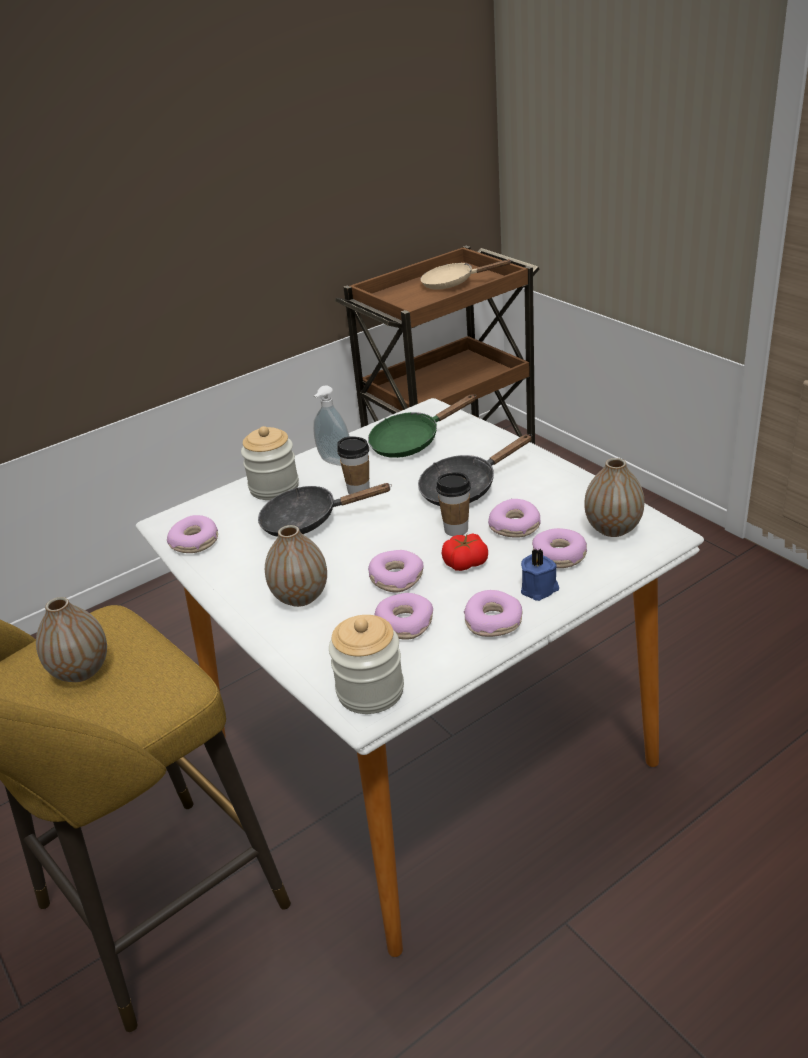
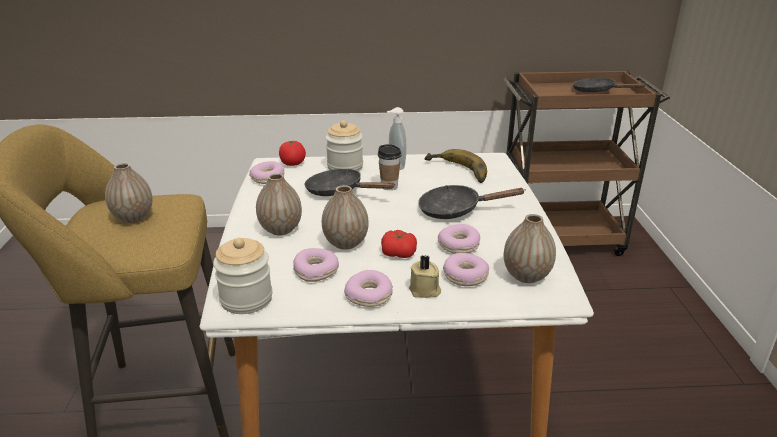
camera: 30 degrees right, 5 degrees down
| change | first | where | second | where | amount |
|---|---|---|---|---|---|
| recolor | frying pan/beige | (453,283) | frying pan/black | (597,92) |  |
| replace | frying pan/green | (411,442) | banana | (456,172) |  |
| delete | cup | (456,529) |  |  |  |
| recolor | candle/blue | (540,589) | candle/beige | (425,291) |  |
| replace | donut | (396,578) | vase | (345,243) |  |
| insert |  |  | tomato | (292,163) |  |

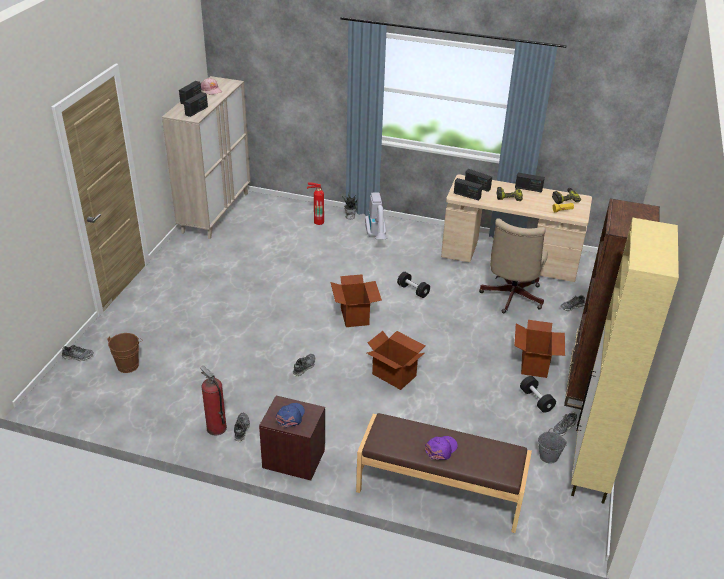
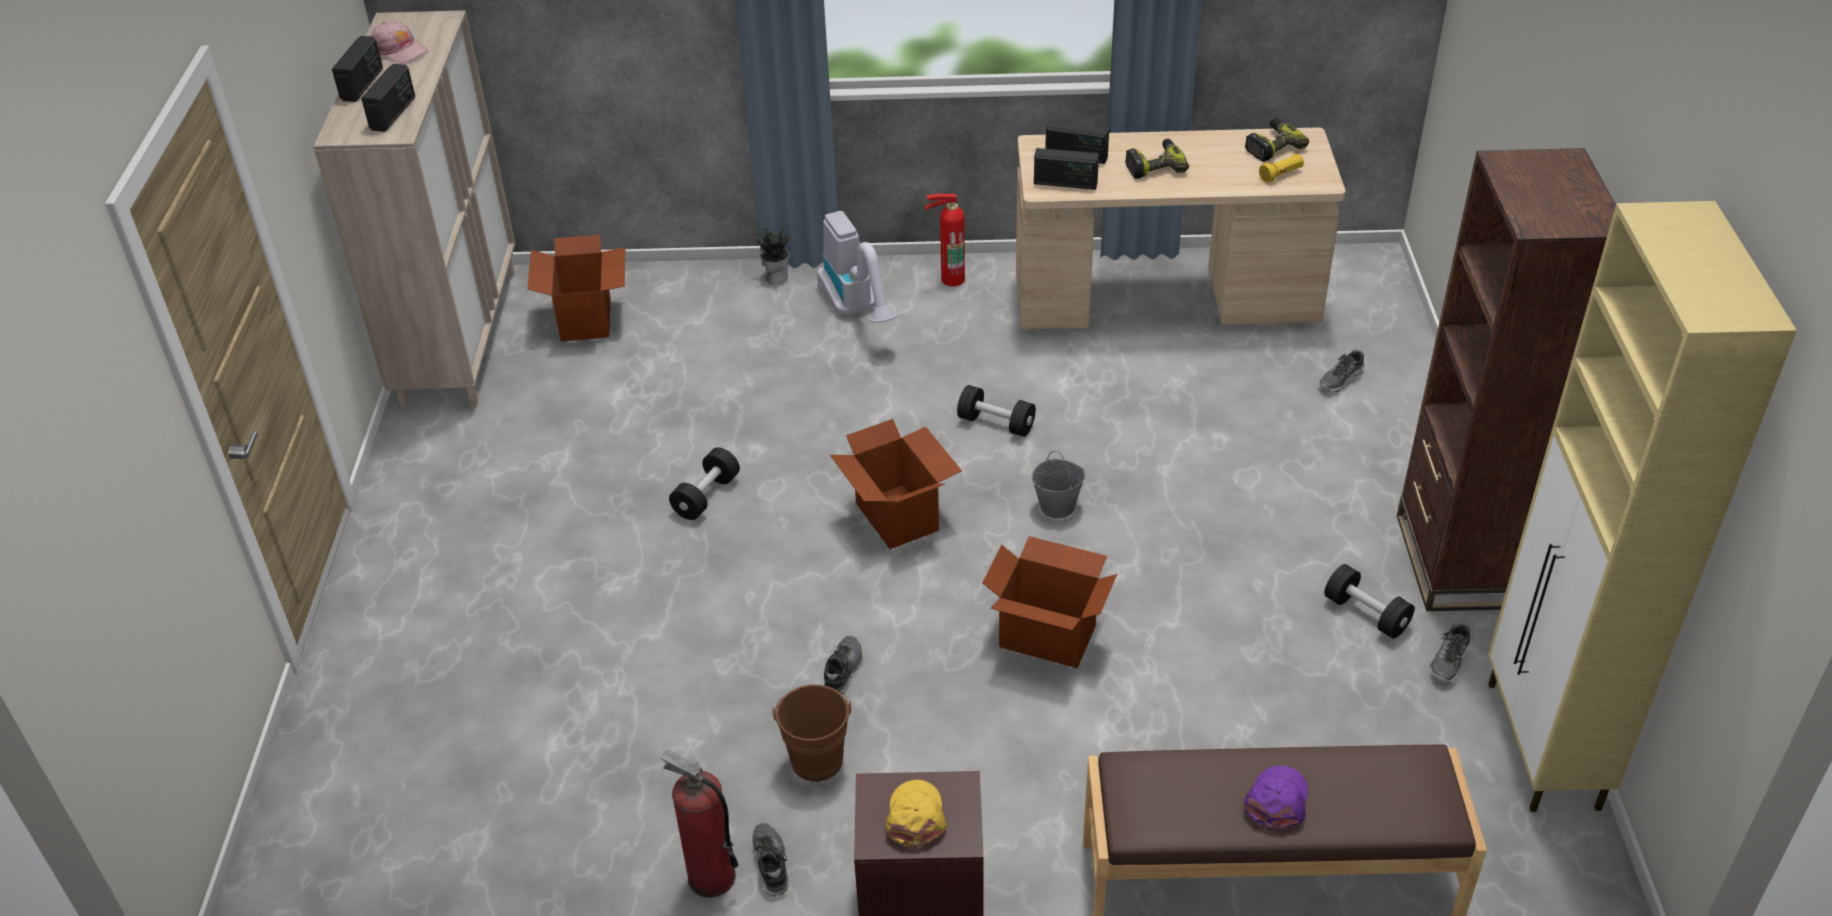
camera: 15 degrees left, 5 degrees up
| change | first | where | second | where | amount |
|---|---|---|---|---|---|
| delete | radio | (528,189) |  |  |  |
| move | fire extinguisher | (318,221) |  | (950,278) |  |
| delete | office chair/beige | (510,298) |  |  |  |
| move | cardboard box | (535,364) |  | (587,319) |  |
| move | bucket/brown | (129,364) |  | (817,756) |  |
| delete | shoe | (78,357) |  |  |  |
| recolor | cap/blue | (291,416) | cap/yellow | (915,817) |  |
| move | bucket/grey | (549,456) |  | (1058,506) |  |
| insert |  |  | dumbbell/black | (706,496) |  |

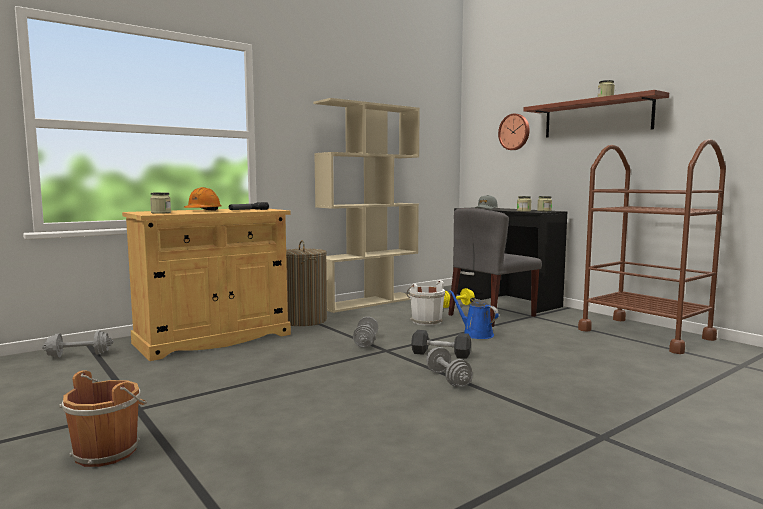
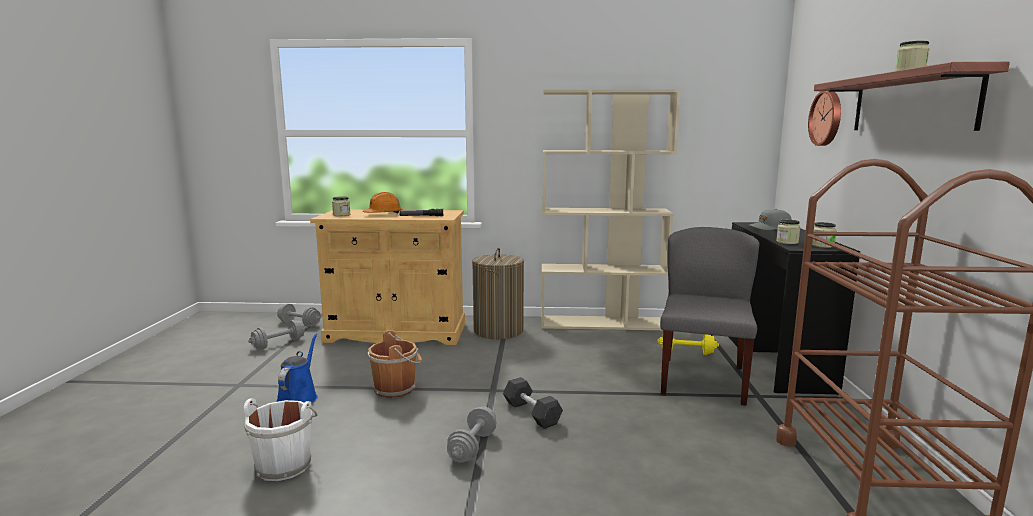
camera: 40 degrees right, 5 degrees up
| change | first | where | second | where | amount |
|---|---|---|---|---|---|
| rotate | chair/grey | (492,316) |  | (702,379) | 105 degrees clockwise |
| move | bucket/white | (425,321) |  | (284,464) |  |
| move | watering can/blue | (475,334) |  | (299,397) |  |
| move | dumbbell/grey | (366,342) |  | (278,344) |  |
| move | bucket/brown | (108,451) |  | (396,388) |  |

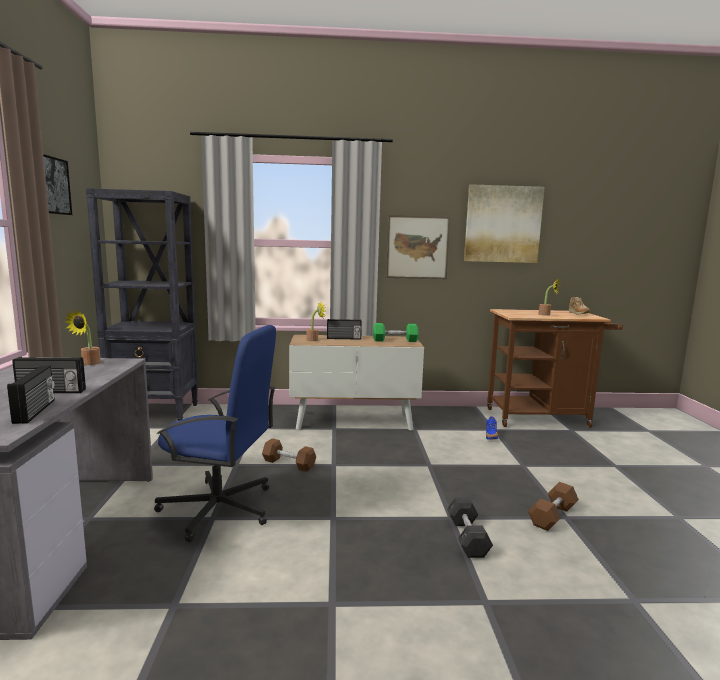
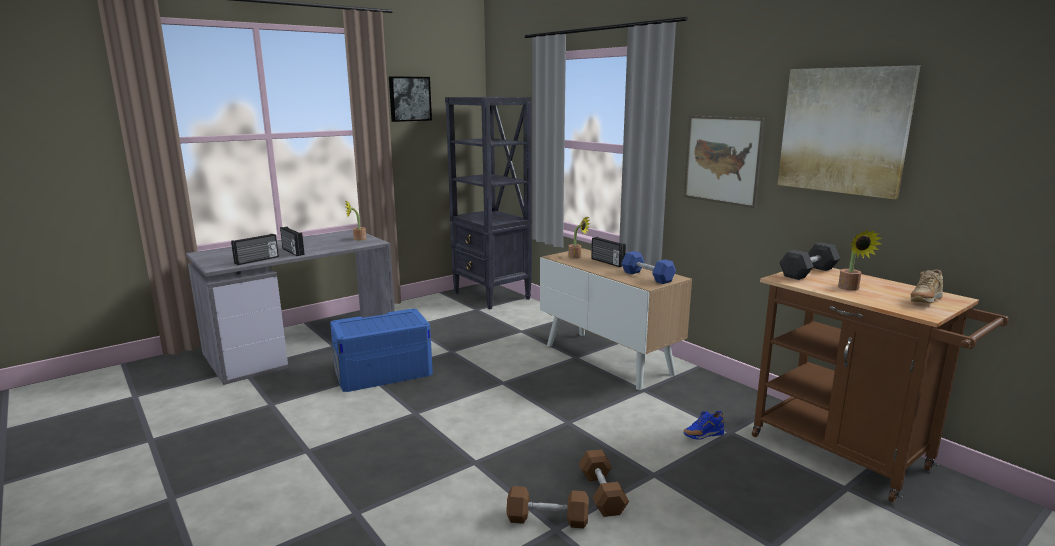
camera: 55 degrees right, 5 degrees up
| change | first | where | second | where | amount |
|---|---|---|---|---|---|
| recolor | dumbbell/green | (395,340) | dumbbell/blue | (647,277) |  |
| replace | office chair/blue | (219,509) | storage box/blue | (383,372) |  |
| move | dumbbell/brown | (289,464) |  | (602,493) |  |
| move | dumbbell/grey | (467,537) |  | (808,272) |  |

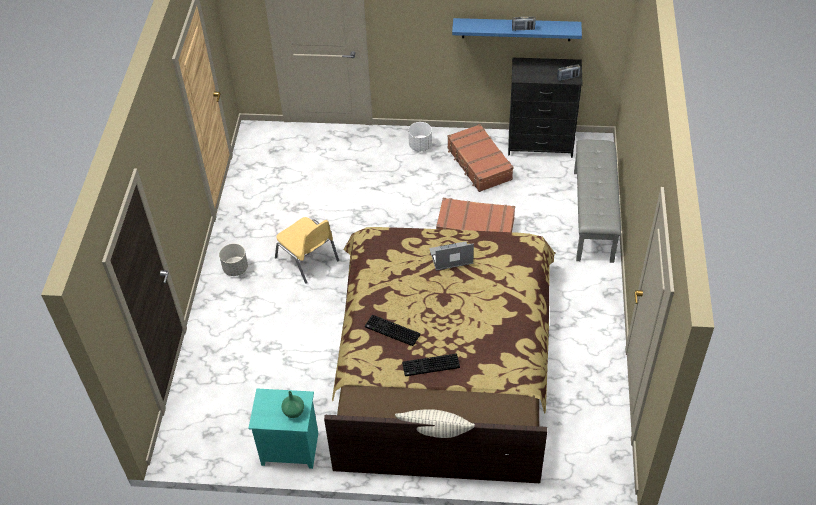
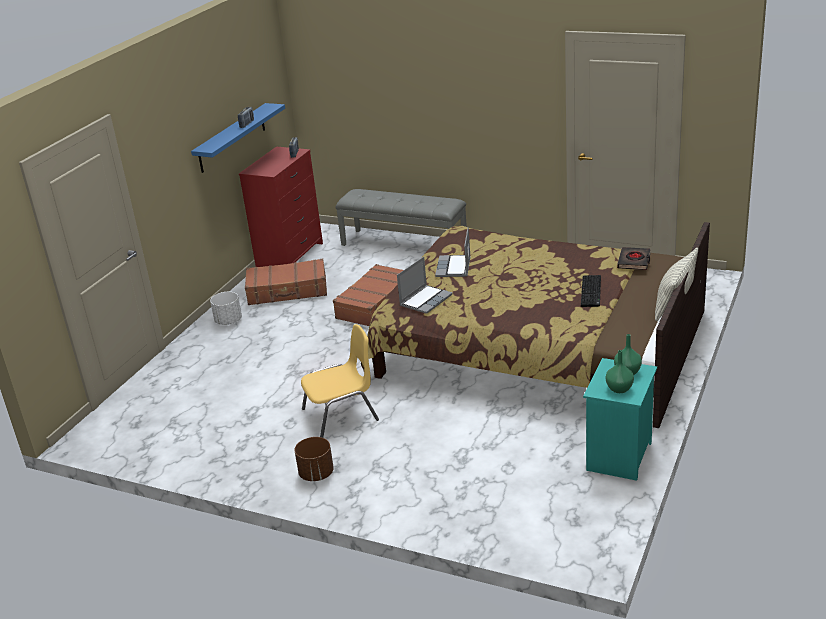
camera: 70 degrees left, 20 degrees down
| change | first | where | second | where | amount |
|---|---|---|---|---|---|
| recolor | dresser/black | (540,144) | dresser/red | (290,256) |  |
| recolor | planter/grey | (235,268) | planter/brown | (316,474) |  |
| delete | keyboard | (391,331) |  |  |  |
| insert |  |  | book/black | (634,261) |  |
| insert |  |  | laptop | (425,300) |  |
| insert |  |  | vase/green | (618,389) |  |

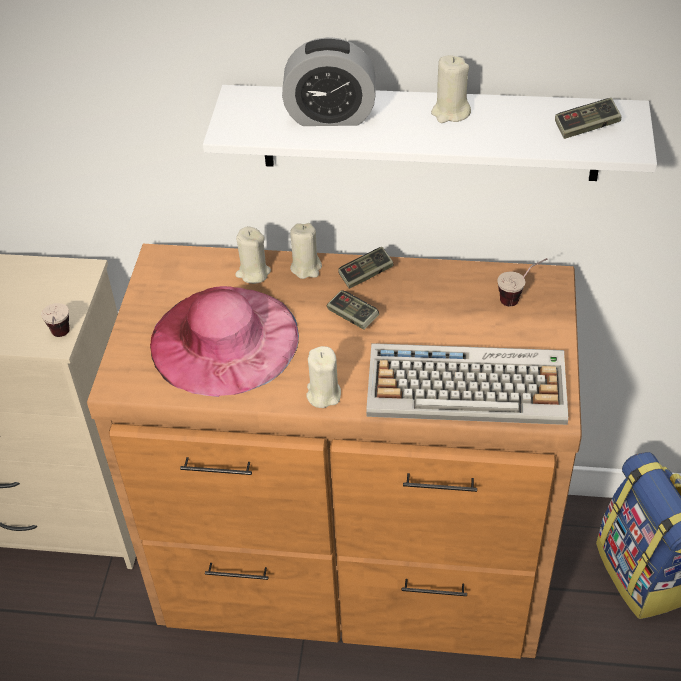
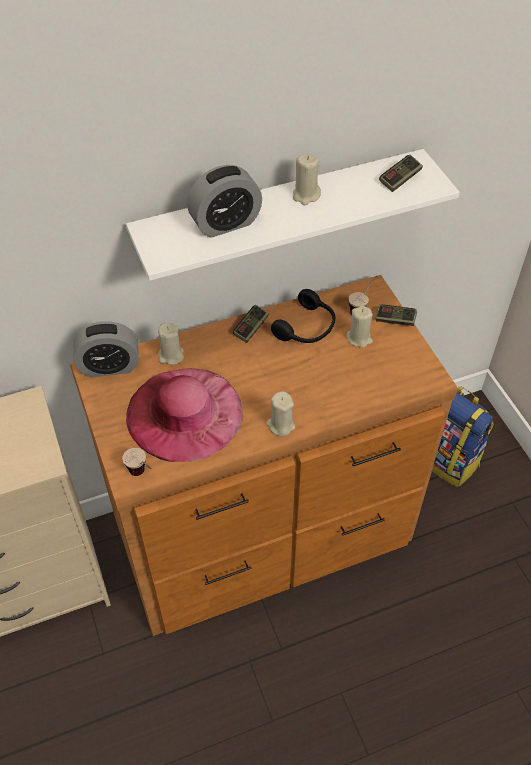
camera: 30 degrees left, 5 degrees up
| change | first | where | second | where | amount |
|---|---|---|---|---|---|
| move | candle/beige | (306,268) |  | (359,338) |  |
| move | game controller | (352,316) |  | (395,320) |  |
| move | cup | (61,338) |  | (142,475) |  |
| delete | keyboard | (468,385) |  |  |  |
| insert |  |  | headphones/black | (307,328) |  |
| insert |  |  | alarm clock | (109,366) |  |

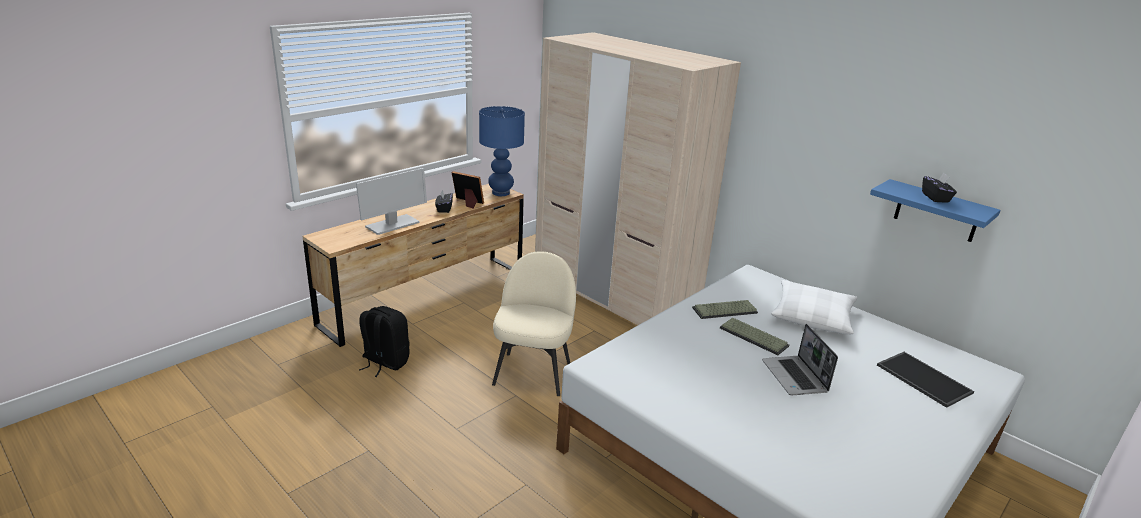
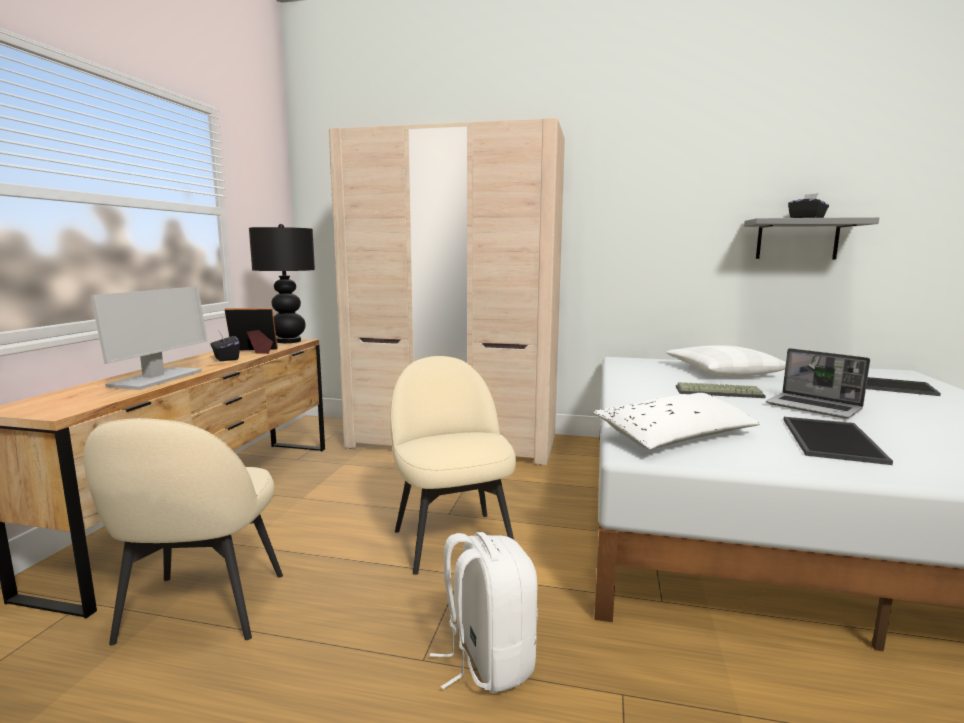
camera: 30 degrees left, 15 degrees down
| change | first | where | second | where | amount |
|---|---|---|---|---|---|
| recolor | table lamp/blue | (501,193) | table lamp/black | (289,341) |  |
| recolor | shelf/blue | (937,211) | shelf/grey | (797,239) |  |
| delete | keyboard | (724,311) |  |  |  |
| replace | backpack/black | (385,362) | chair/beige | (201,610) |  |
| insert |  |  | pillow/white | (675,436) |  |
| insert |  |  | tray | (829,439) |  |
| insert |  |  | backpack/white | (487,661) |  |

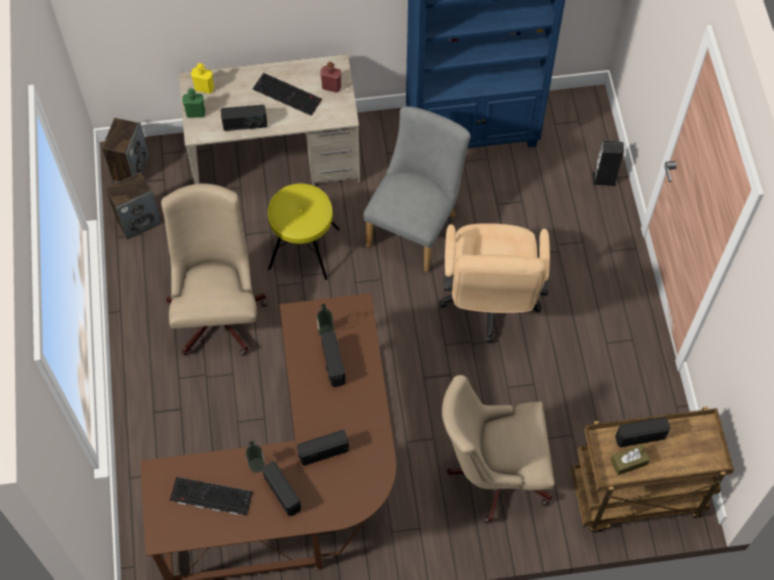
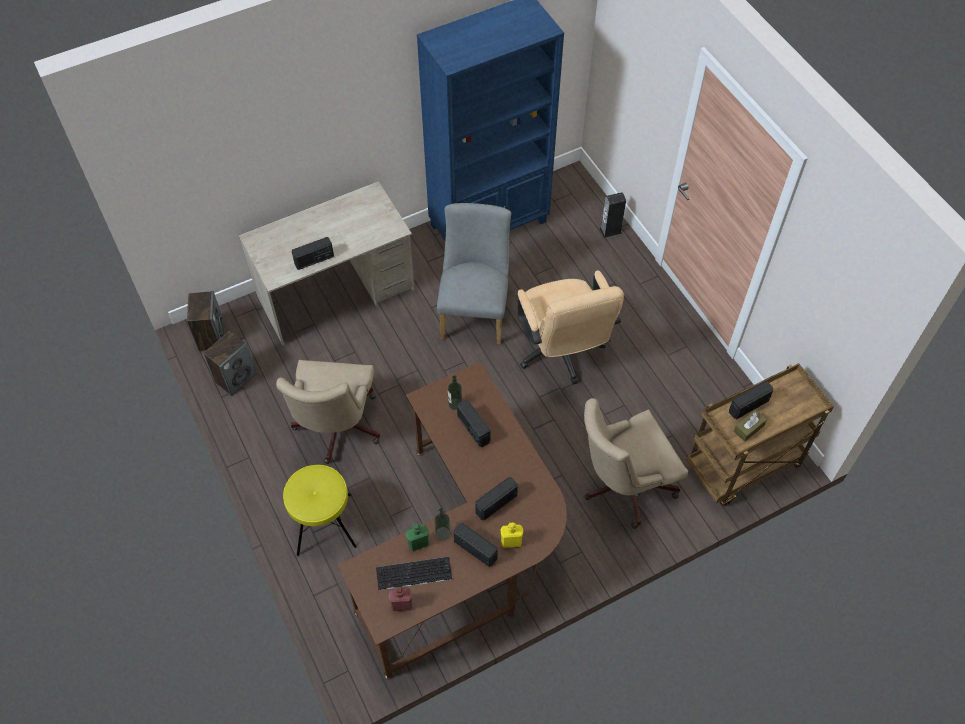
camera: 20 degrees left, 5 degrees down
| change | first | where | second | where | amount |
|---|---|---|---|---|---|
| move | bottle/red | (331,87) |  | (401,605) |  |
| move | bottle/yellow | (204,88) |  | (511,541) |  |
| delete | keyboard | (288,94) |  |  |  |
| move | bottle/green | (195,113) |  | (418,543) |  |
| rotate | office chair/beige | (218,310) |  | (336,429) | 150 degrees counterclockwise |
| move | stool/yellow | (303,249) |  | (324,525) |  |

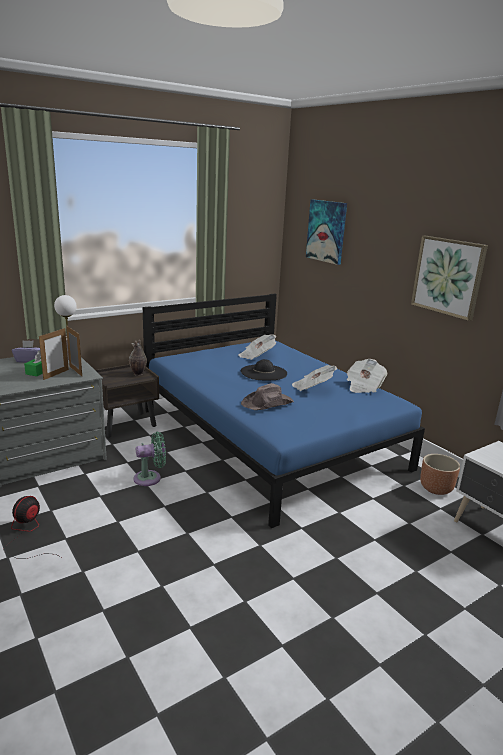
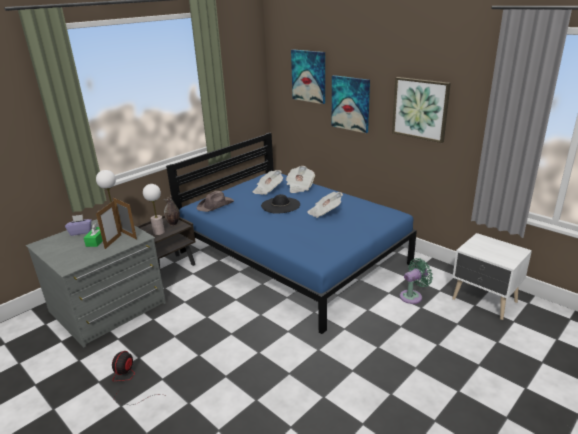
camera: 10 degrees left, 5 degrees up
| change | first | where | second | where | amount |
|---|---|---|---|---|---|
| move | newspaper | (363,386) |  | (299,187) |  |
| move | hat/brown | (268,403) |  | (216,205) |  |
| move | fan/green | (150,478) |  | (412,296) |  |
| delete | planter/brown | (436,488) |  |  |  |
| insert |  |  | picture | (351,103) |  |
| insert |  |  | table lamp | (159,232) |  |

